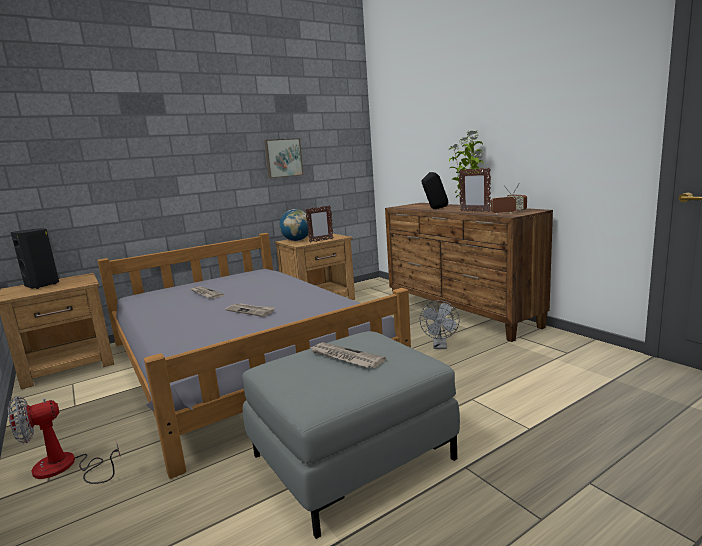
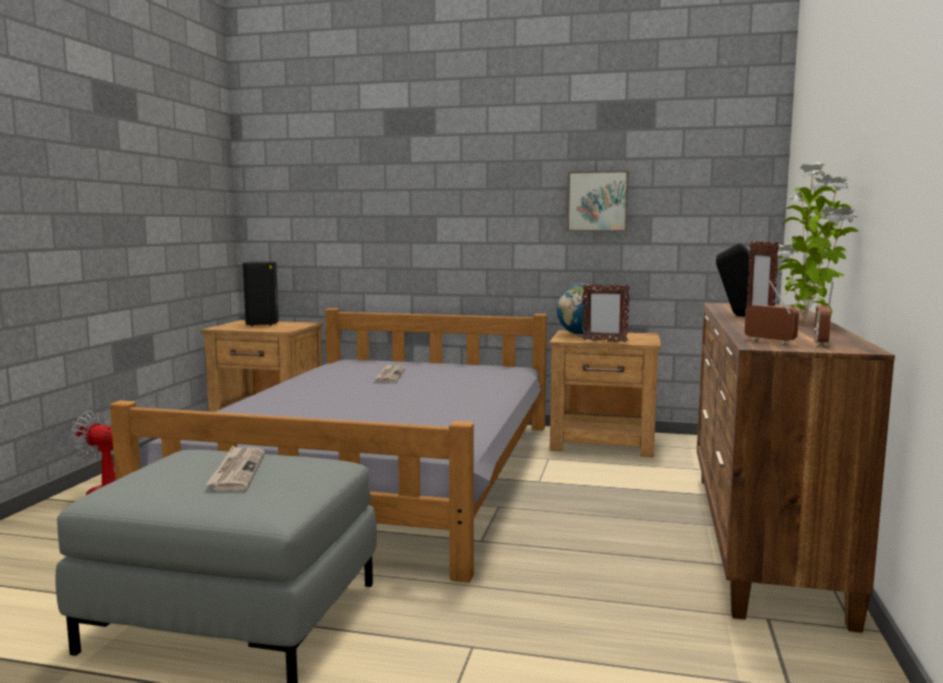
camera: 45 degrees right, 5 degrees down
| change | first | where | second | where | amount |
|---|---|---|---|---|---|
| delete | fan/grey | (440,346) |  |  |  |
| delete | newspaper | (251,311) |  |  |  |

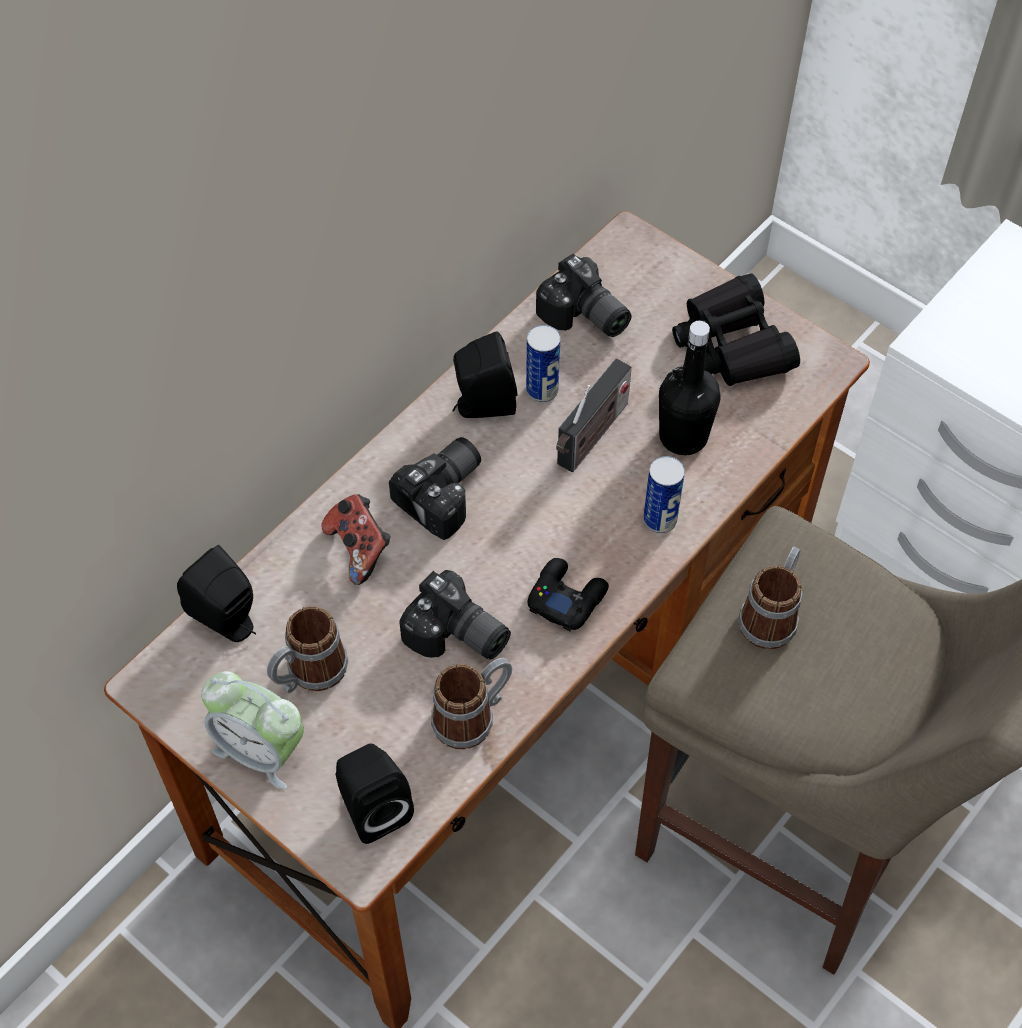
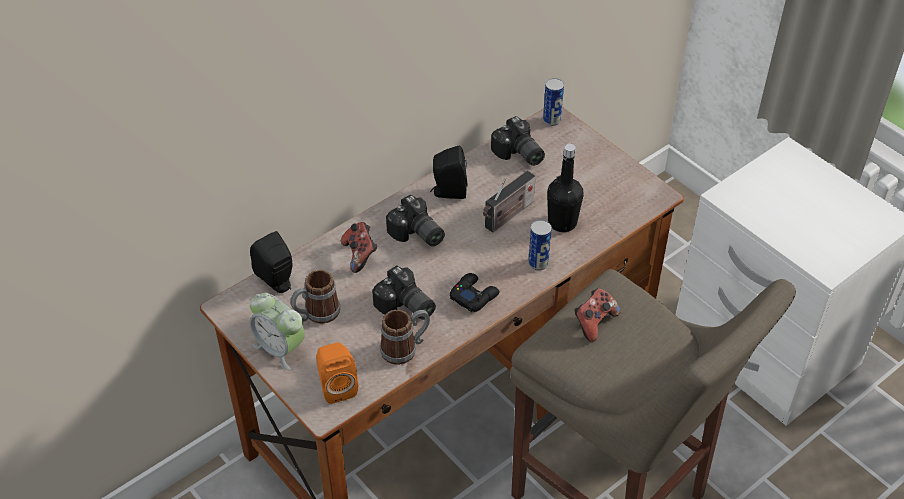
camera: 10 degrees right, 10 degrees down
| change | first | where | second | where | amount |
|---|---|---|---|---|---|
| delete | binoculars/black | (731,345) |  |  |  |
| move | can | (542,390) |  | (551,120) |  |
| rotate | photo camera | (446,495) |  | (416,235) | 90 degrees clockwise |
| replace | mug | (772,615) | game controller | (594,322) |  |
| recolor | speaker/black | (373,807) | speaker/orange | (336,386) |  |

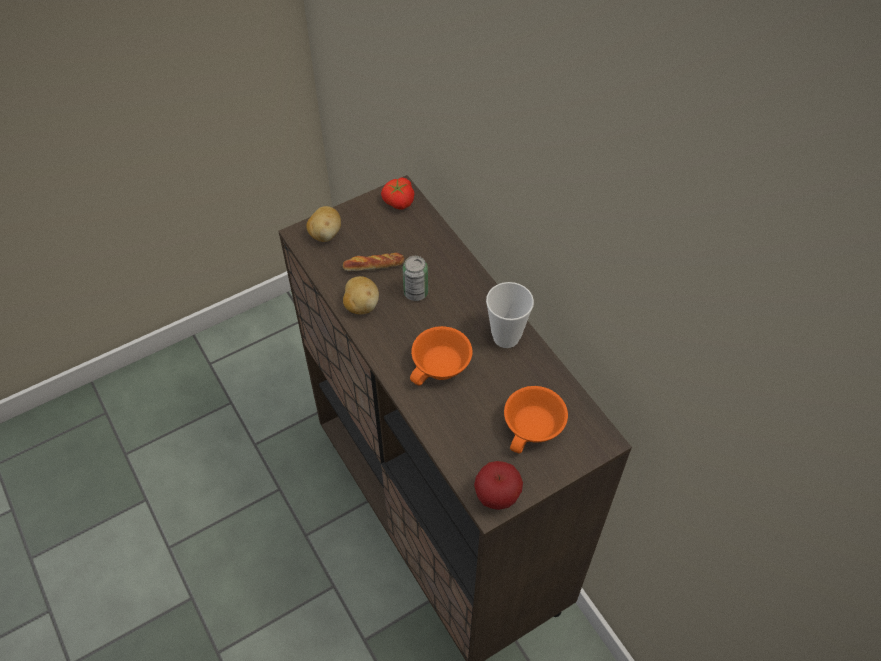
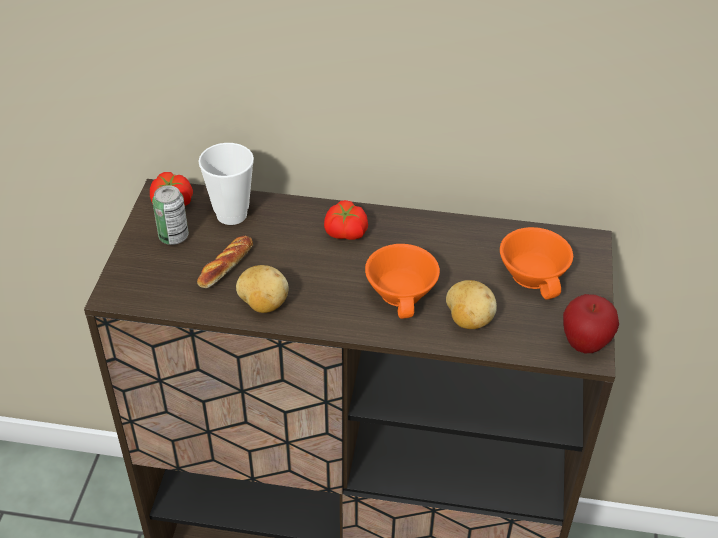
camera: 50 degrees left, 10 degrees down
| change | first | where | second | where | amount |
|---|---|---|---|---|---|
| move | potato | (325,234) |  | (468,319) |  |
| move | can | (416,293) |  | (173,237) |  |
| move | cup | (506,337) |  | (231,214) |  |
| insert |  |  | tomato | (345,232) |  |

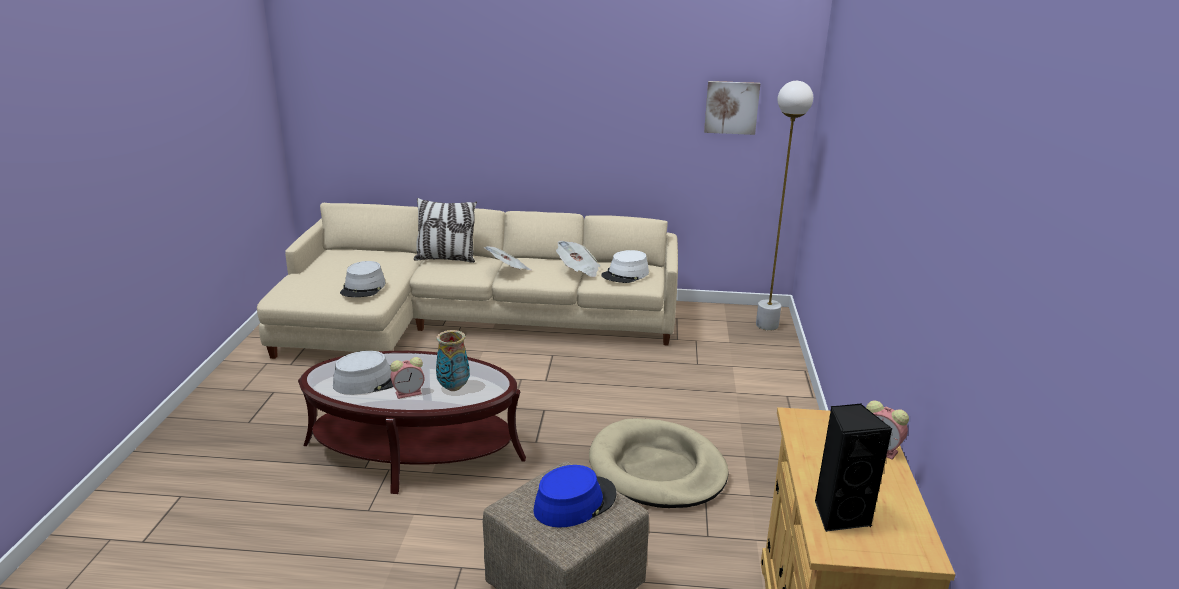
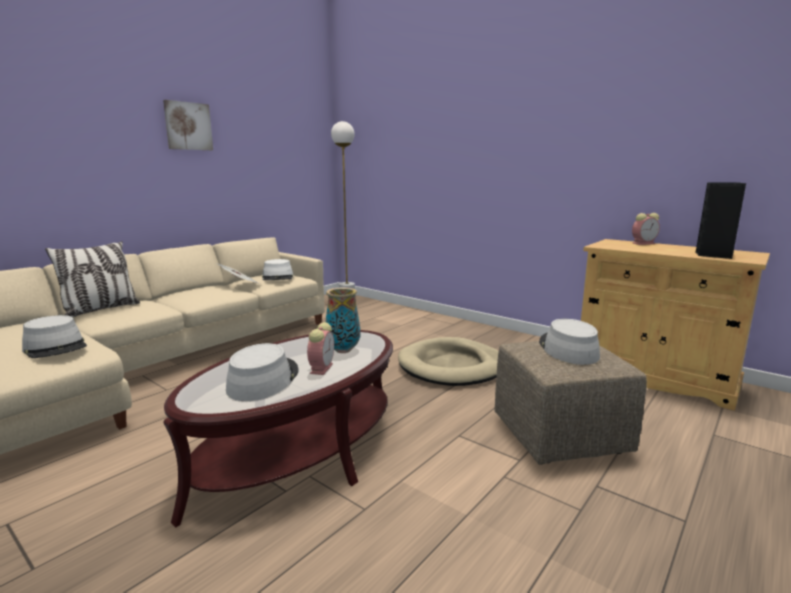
camera: 55 degrees left, 10 degrees down
| change | first | where | second | where | amount |
|---|---|---|---|---|---|
| move | picture | (731,107) |  | (188,126) |  |
| delete | newspaper | (508,270) |  |  |  |
| recolor | hat/blue | (574,502) | hat/grey | (567,349) |  |

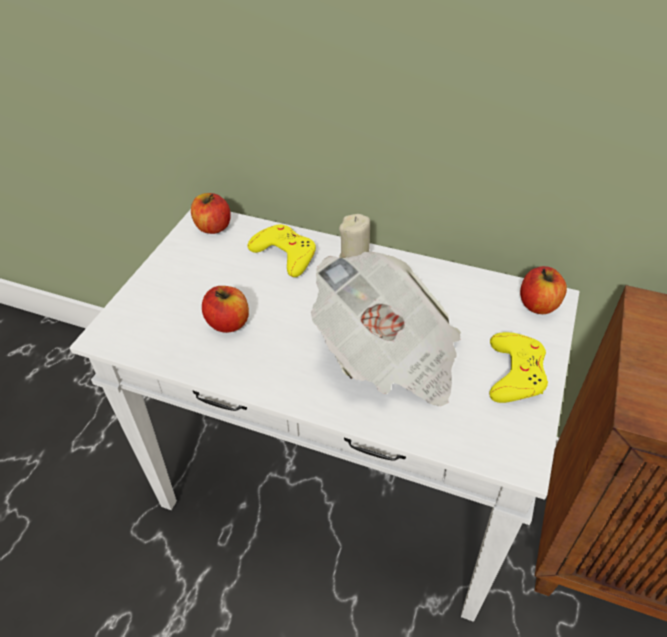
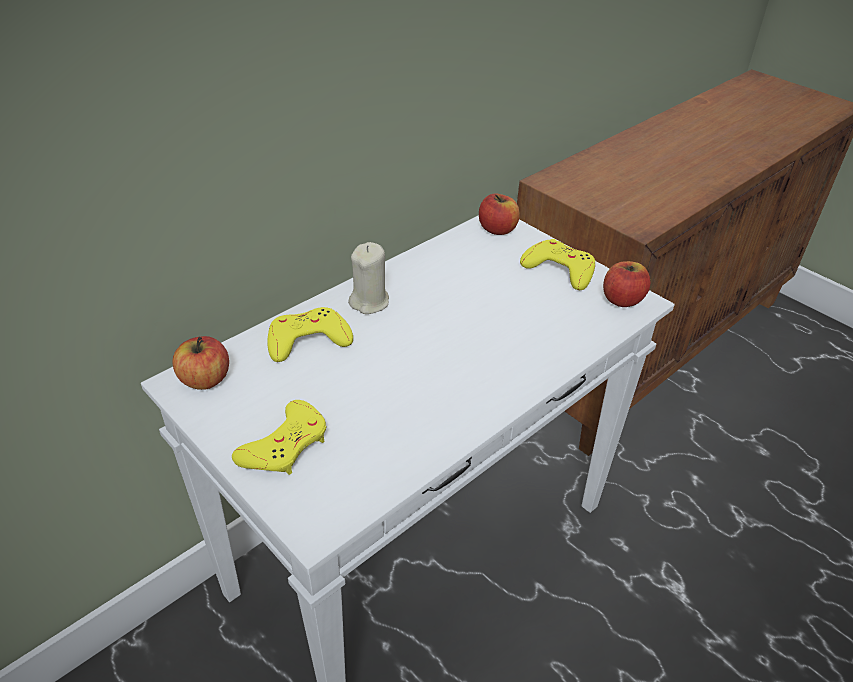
camera: 65 degrees left, 5 degrees down
| change | first | where | second | where | amount |
|---|---|---|---|---|---|
| delete | newspaper | (389,355) |  |  |  |
| move | apple | (228,323) |  | (622,299) |  |
| insert |  |  | game controller/yellow | (285,445) |  |

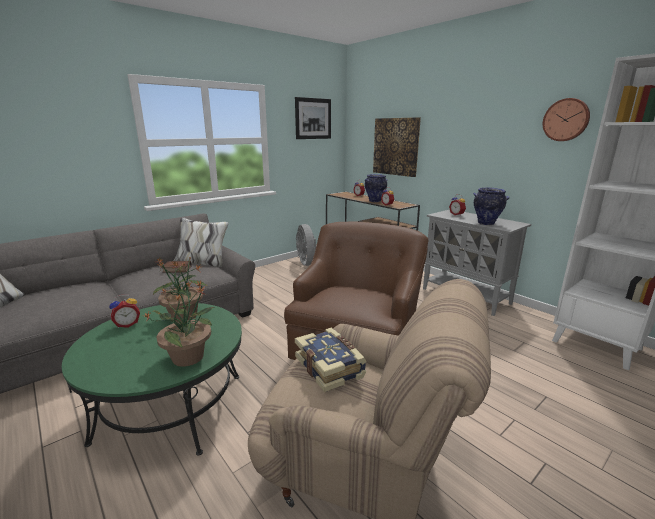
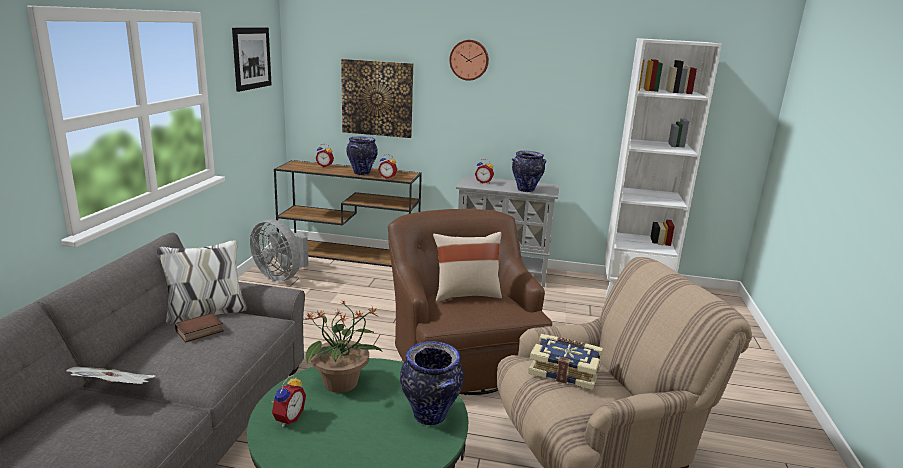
camera: 40 degrees left, 0 degrees up
| change | first | where | second | where | amount |
|---|---|---|---|---|---|
| move | wall clock | (566,120) |  | (469,60) |  |
| replace | potted plant | (189,357) | vase | (430,416) |  |
| insert |  |  | pillow/beige | (466,294) |  |
| insert |  |  | newspaper | (116,391) |  |

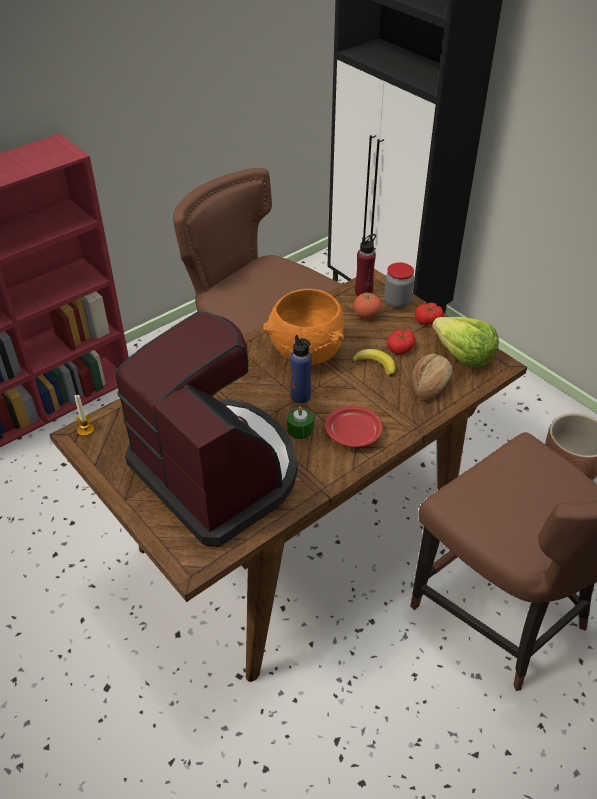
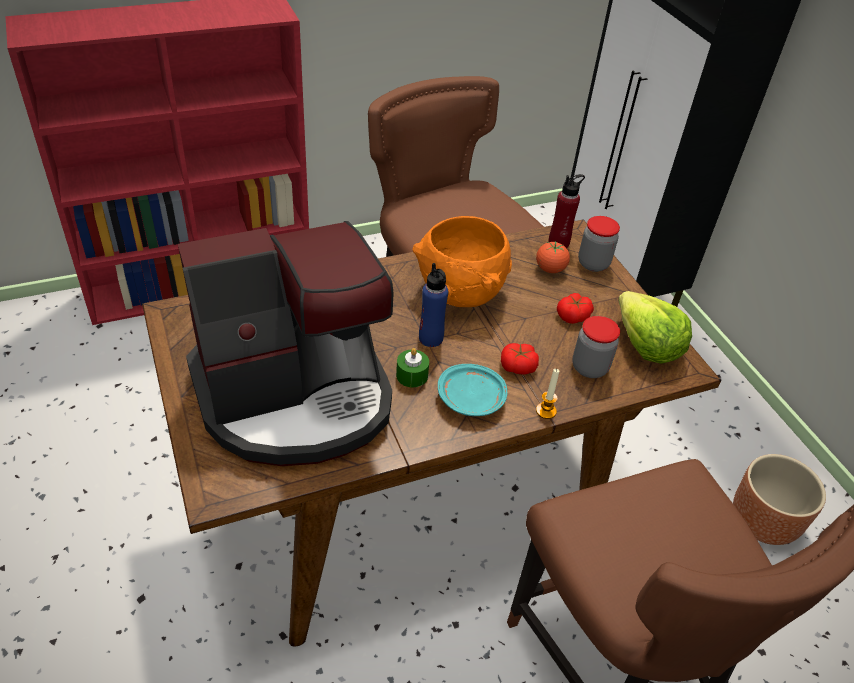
camera: 15 degrees right, 0 degrees up
| change | first | where | second | where | amount |
|---|---|---|---|---|---|
| move | tomato | (428,320) |  | (518,366) |  |
| rotate | coffee machine | (218,472) |  | (296,396) | 90 degrees clockwise |
| delete | banana | (376,364) |  |  |  |
| replace | bread | (430,384) | jar | (589,368) |  |
| move | candle | (85,430) |  | (546,411) |  |
| recolor | plate/red | (354,434) | plate/turquoise | (471,399) |  |

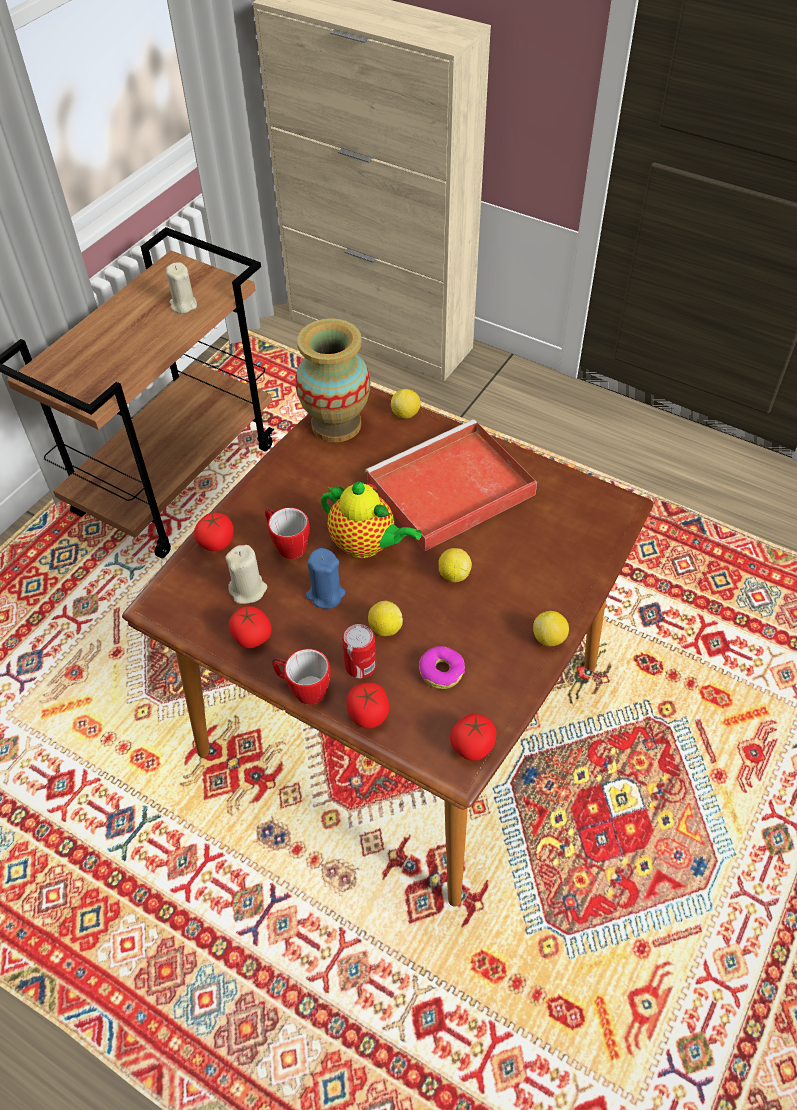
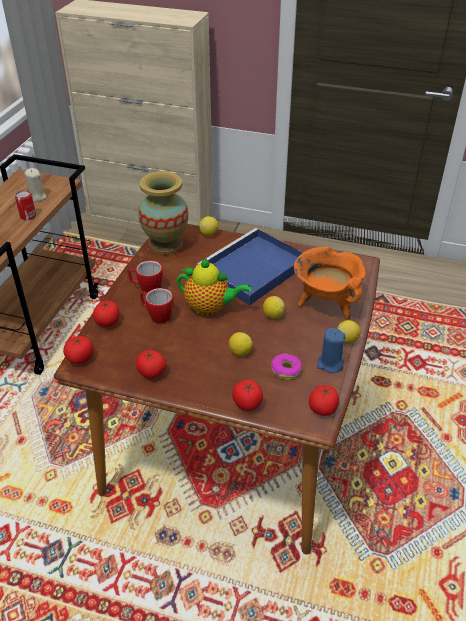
camera: 15 degrees left, 10 degrees down
| change | first | where | second | where | amount |
|---|---|---|---|---|---|
| recolor | tray/red | (448,490) | tray/blue | (252,270) |  |
| delete | candle/beige | (248,590) |  |  |  |
| move | candle/blue | (325,594) |  | (330,364) |  |
| move | can | (360,665) |  | (28,216) |  |
| move | mug | (303,689) |  | (146,288) |  |
| insert |  |  | cooking pot/orange | (326,304) |  |
| insert |  |  | tomato | (80,358) |  |

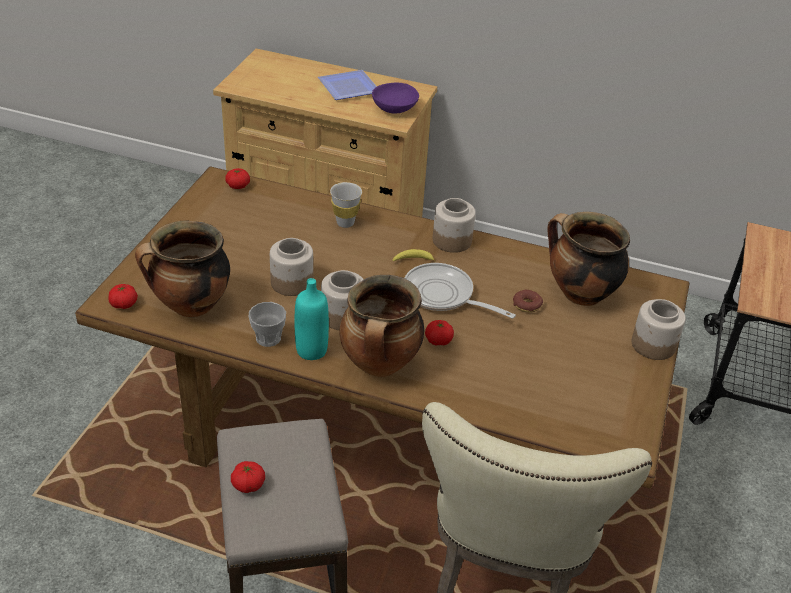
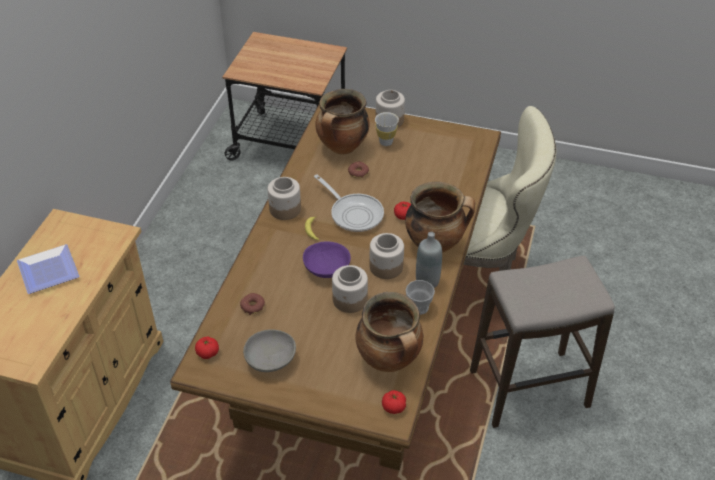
camera: 90 degrees left, 5 degrees up
| change | first | where | second | where | amount |
|---|---|---|---|---|---|
| move | bowl/purple | (394,109) |  | (326,269) |  |
| move | cup/white | (345,223) |  | (386,142) |  |
| rotate | frying pan | (443,296) |  | (354,213) | 75 degrees counterclockwise |
| recolor | bottle/turquoise | (311,350) | bottle/grey | (427,281) |  |
| delete | tomato | (248,484) |  |  |  |
| insert |  |  | donut | (253,306) |  |
| insert |  |  | bowl/grey | (270,360) |  |

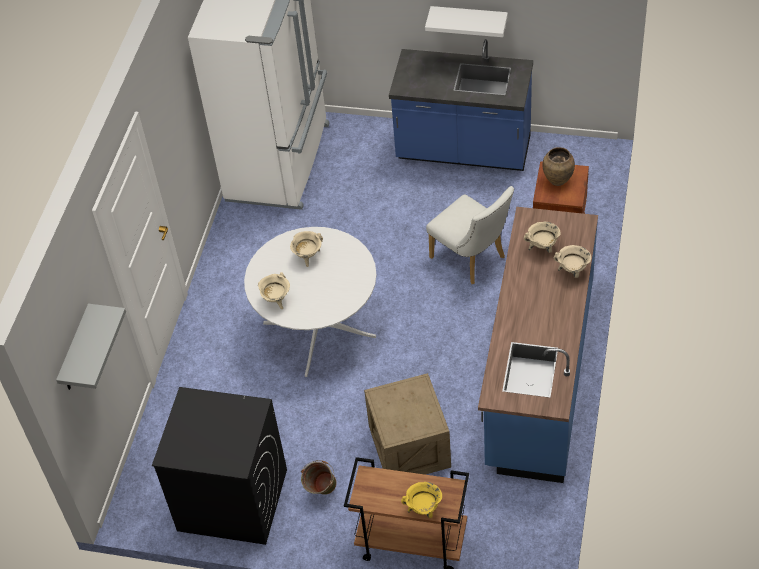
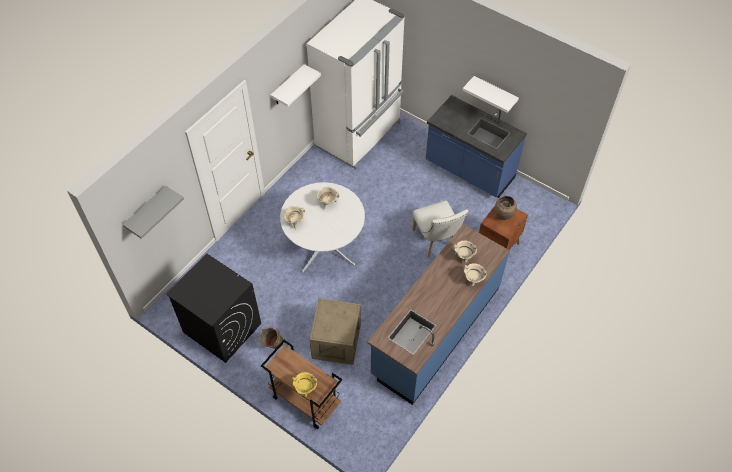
camera: 20 degrees right, 5 degrees up
| change | first | where | second | where | amount |
|---|---|---|---|---|---|
| insert |  |  | shelf/white | (288,86) |  |

